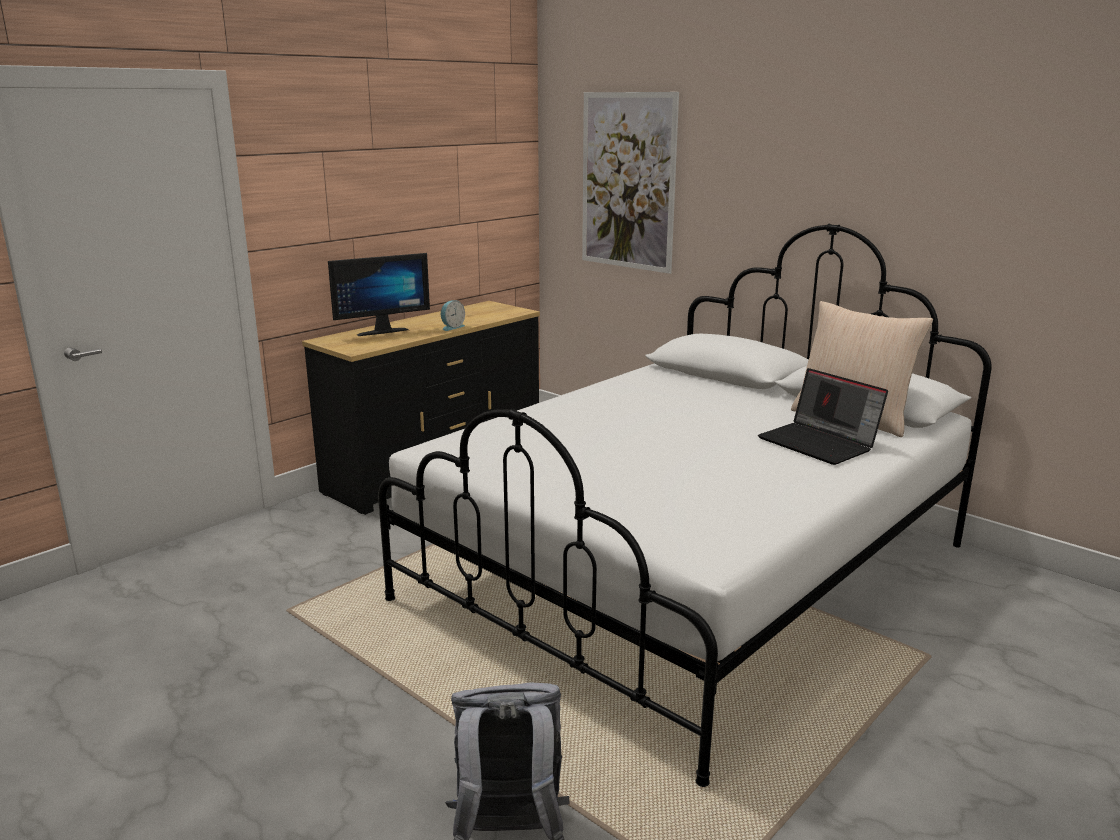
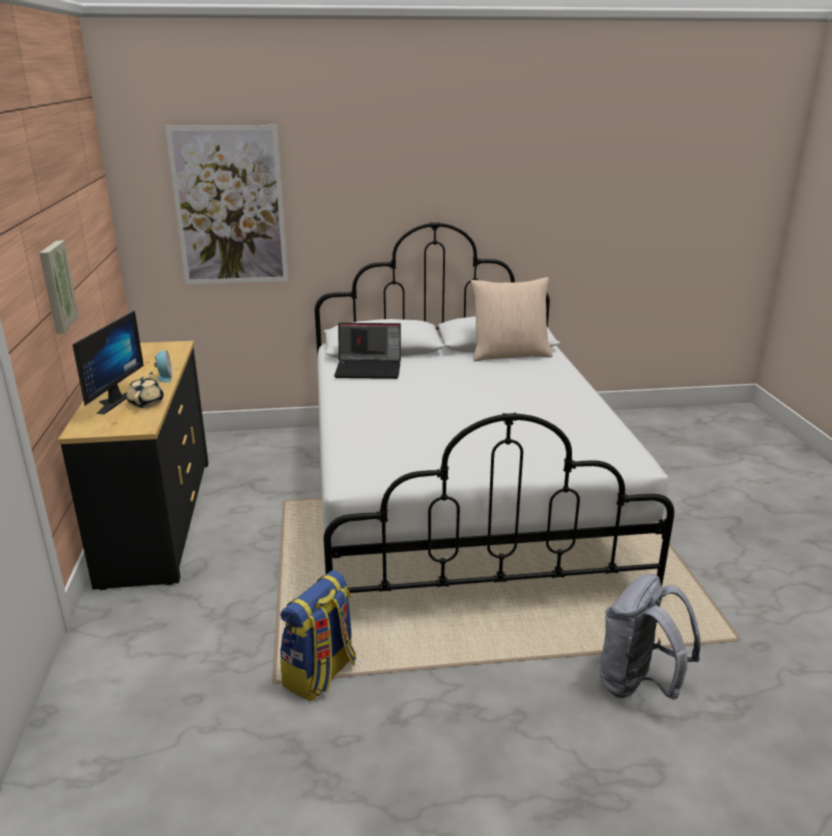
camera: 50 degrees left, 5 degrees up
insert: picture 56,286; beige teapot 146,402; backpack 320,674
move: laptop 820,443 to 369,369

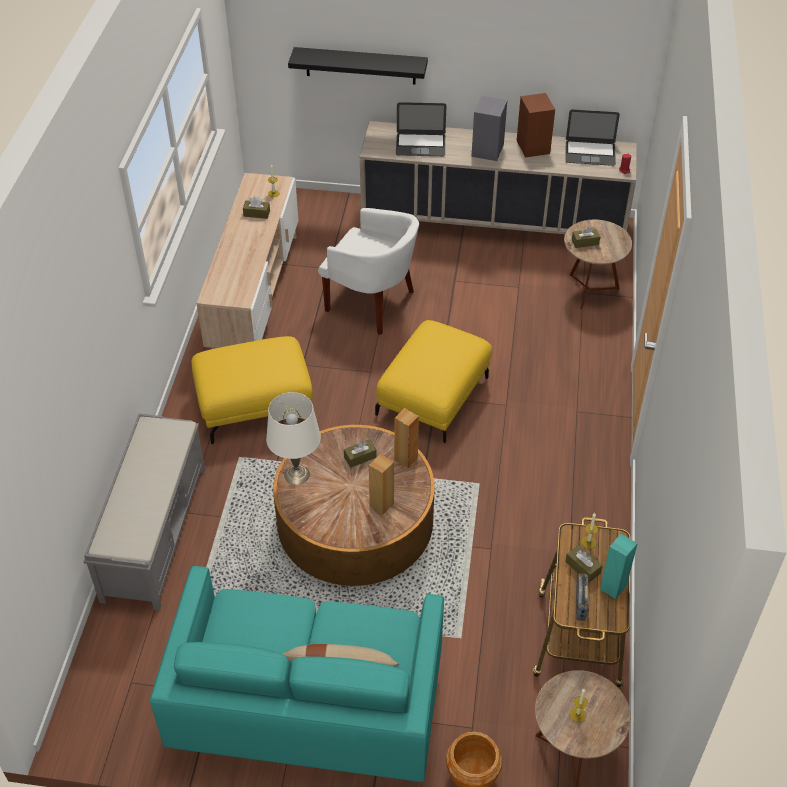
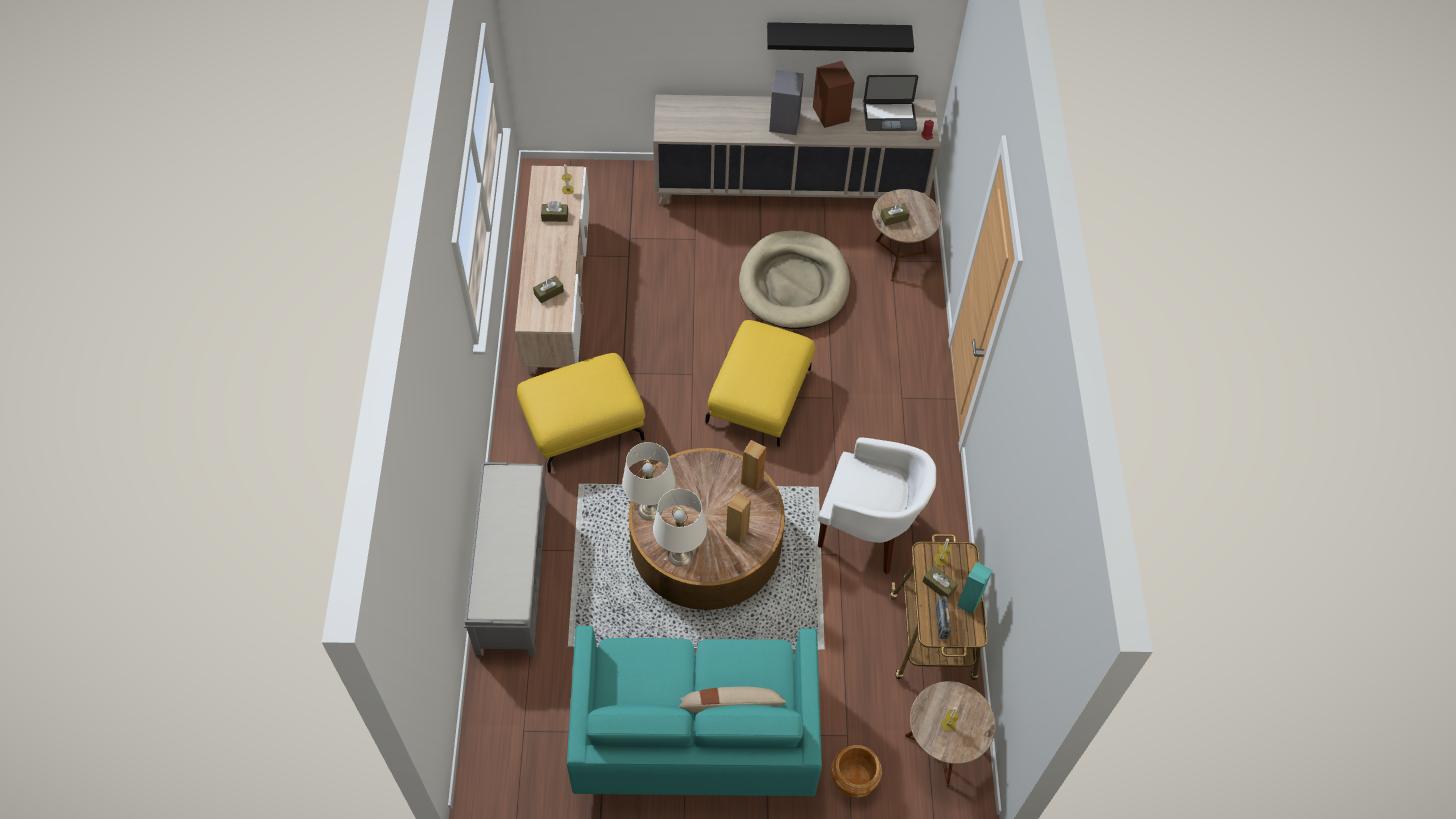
camera: 10 degrees left, 10 degrees up
delete: laptop 420,145
insert: beige dog bed 794,283; white table lamp 679,555
move: black shelf 360,65 to 838,36; white armchair 372,304 to 869,530; brown tissue box 360,457 to 549,293

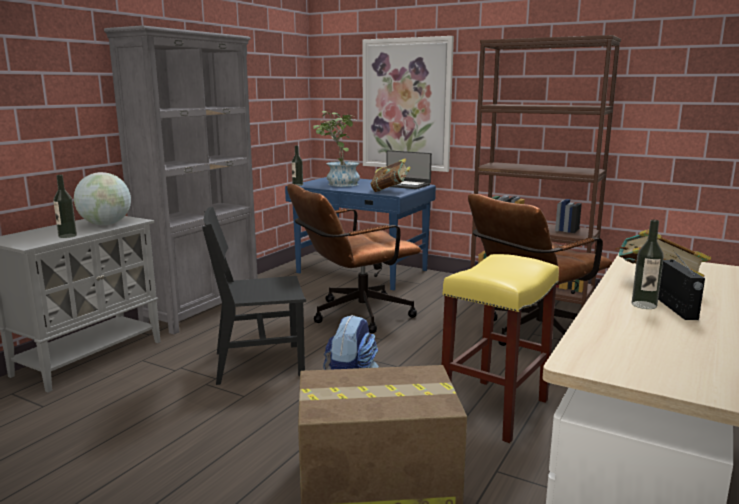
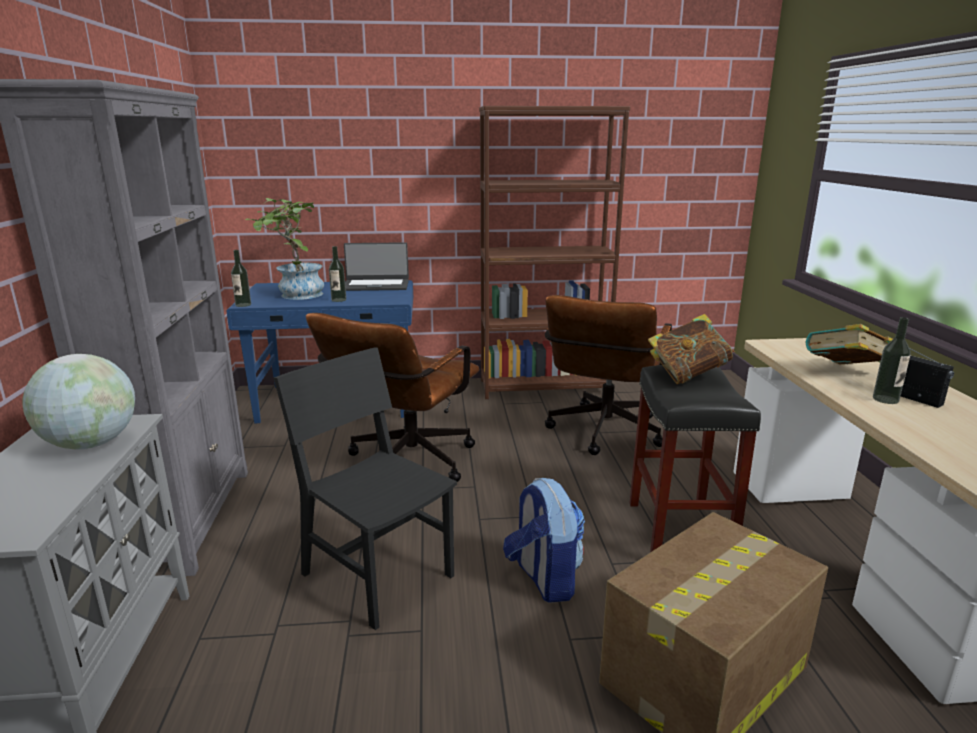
camera: 35 degrees left, 5 degrees up
delete: picture 406,104
move: book 390,191 to 688,375; bottle 67,236 to 338,300
recolor: yellow stool 494,408 to black stool 677,531
rotate: black chair 258,363 = 378,574 90 degrees clockwise

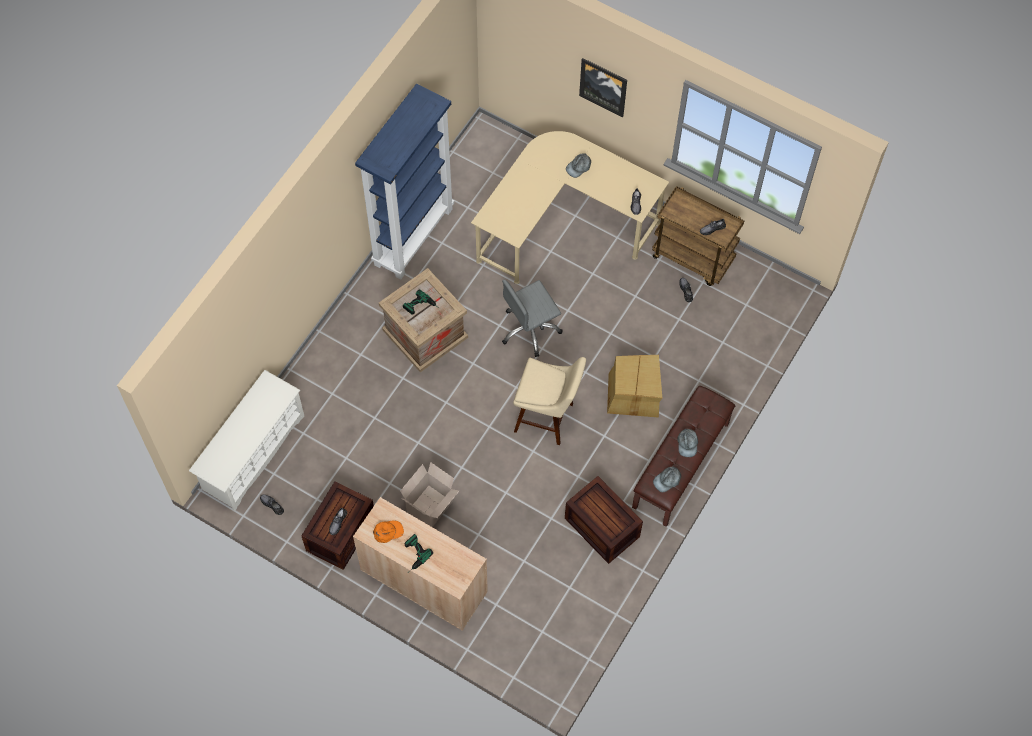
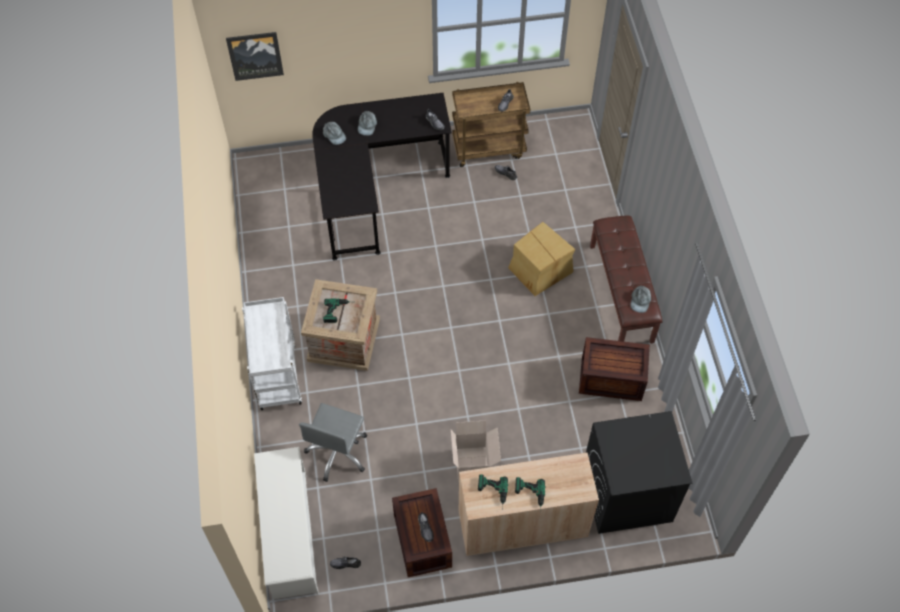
camera: 40 degrees left, 5 degrees down
delete: blue bookcase 413,236; beige stool 548,419
insert: white cart 277,375; black washing machine 626,494
move: picture 603,86 to 255,55; grey office chair 530,329 to 338,452; grey cap 687,443 to 334,135
replace: orange cap 388,532 to power drill 492,493
recolor: beige desk 563,224 to black desk 373,189

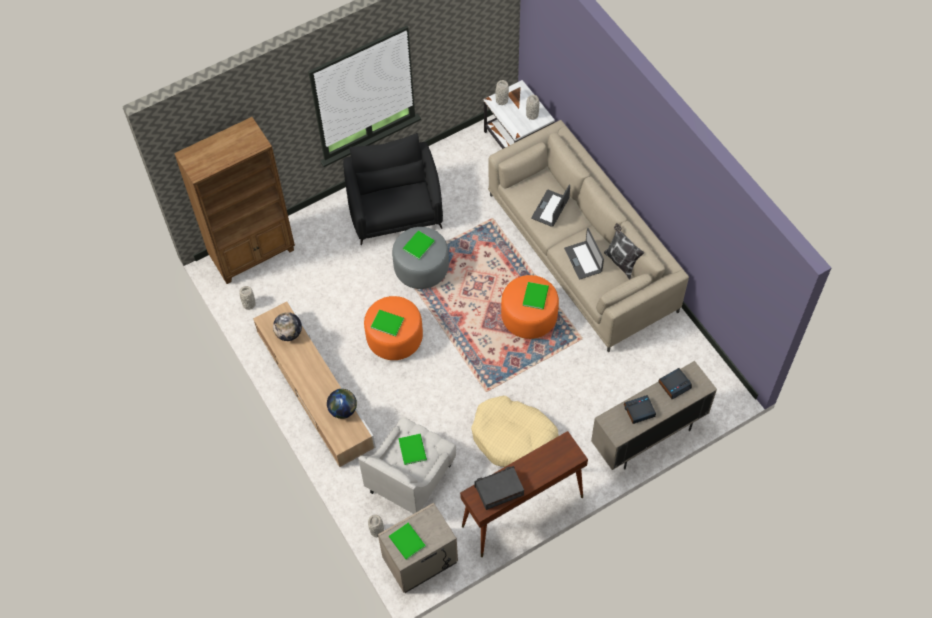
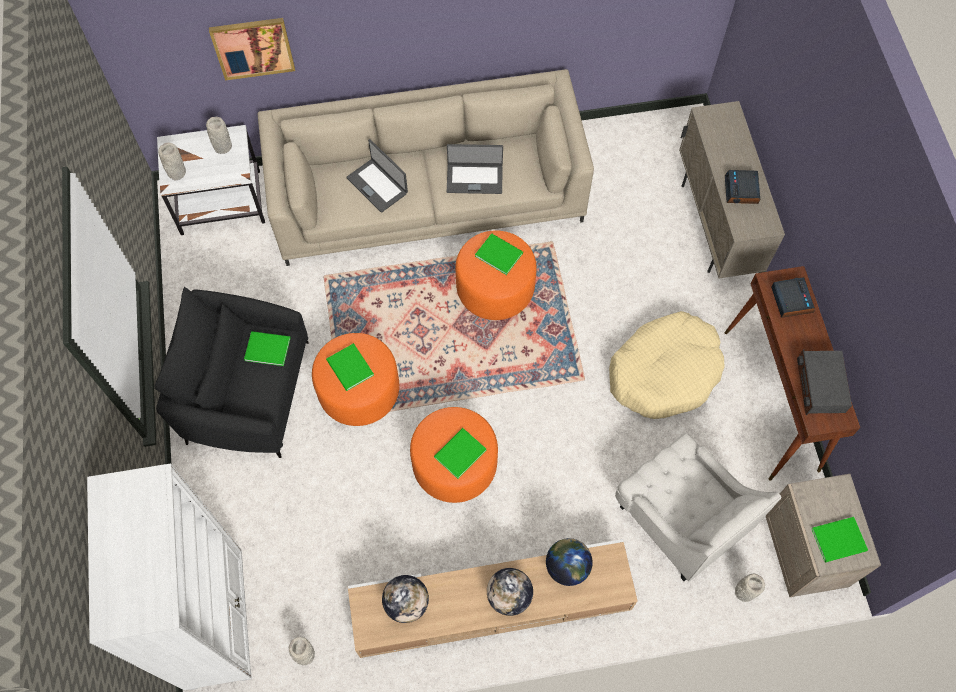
camera: 70 degrees left, 5 degrees up
delete: pillow 621,262
insert: picture 253,47; globe 509,596
move: alarm clock 674,384 to 791,299; green book 413,448 to 266,348
recolor: brown bookcase 253,254 to white bookcase 217,619; grey ottoman 421,268 to orange ottoman 359,391

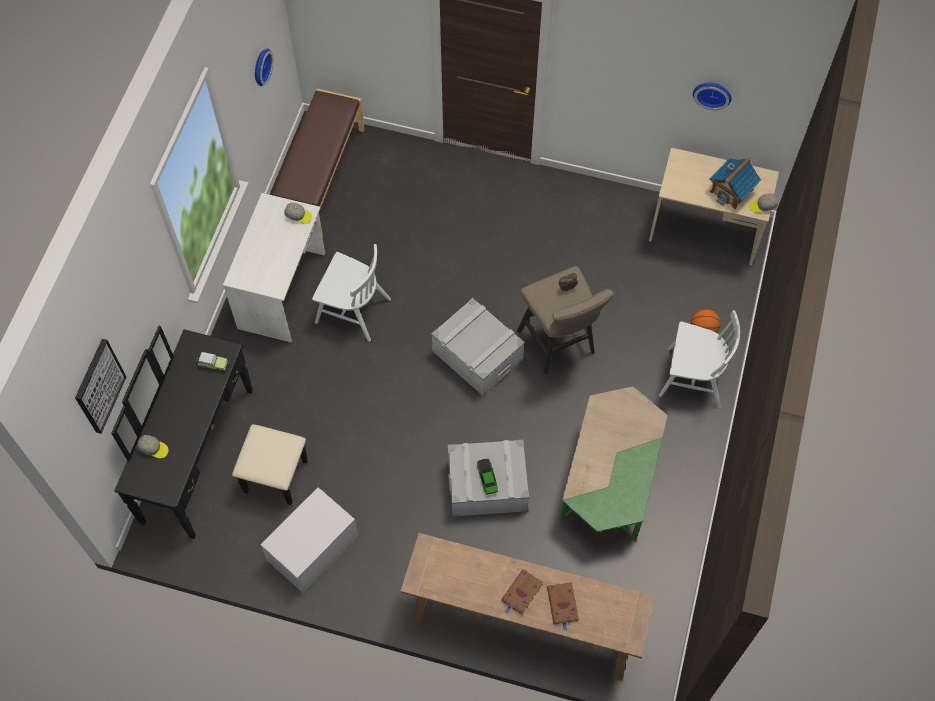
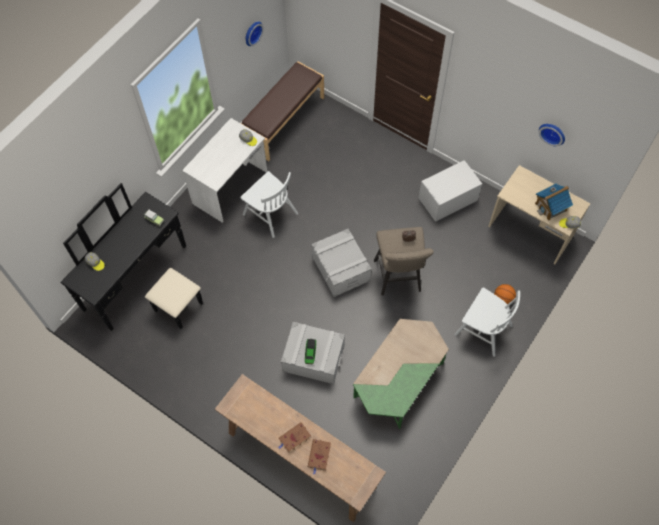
camera: 20 degrees right, 0 degrees up
delete: picture 99,386
move: white storage box 313,548 to 447,199

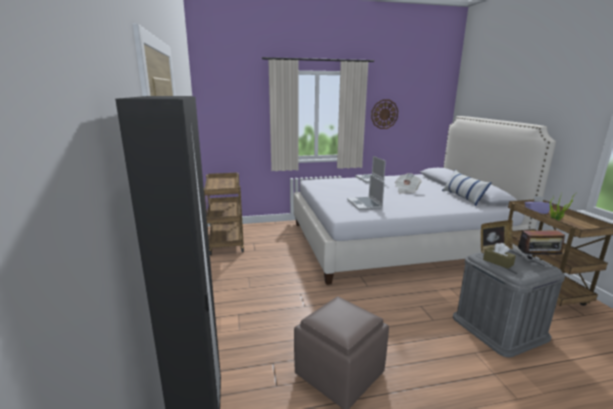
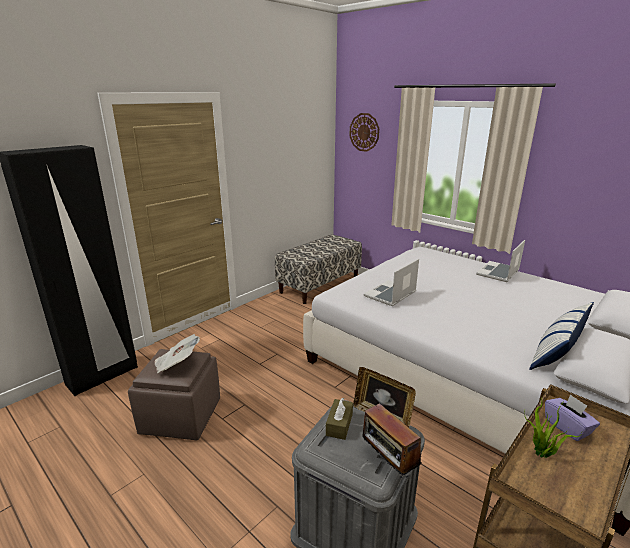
camera: 55 degrees right, 5 degrees up
move: wall clock 384,114 to 364,132; newspaper 406,190 to 177,364
replace: brown cart 225,241 to bench 319,285

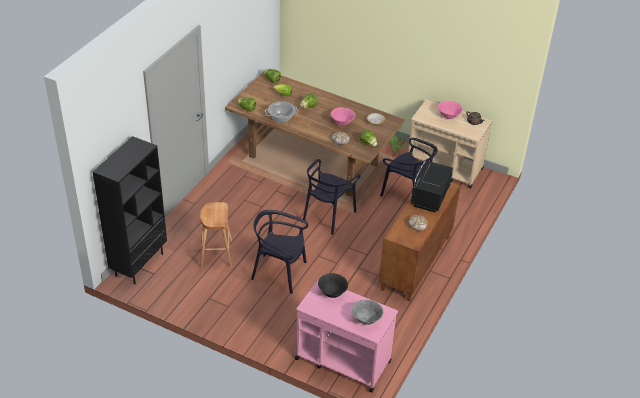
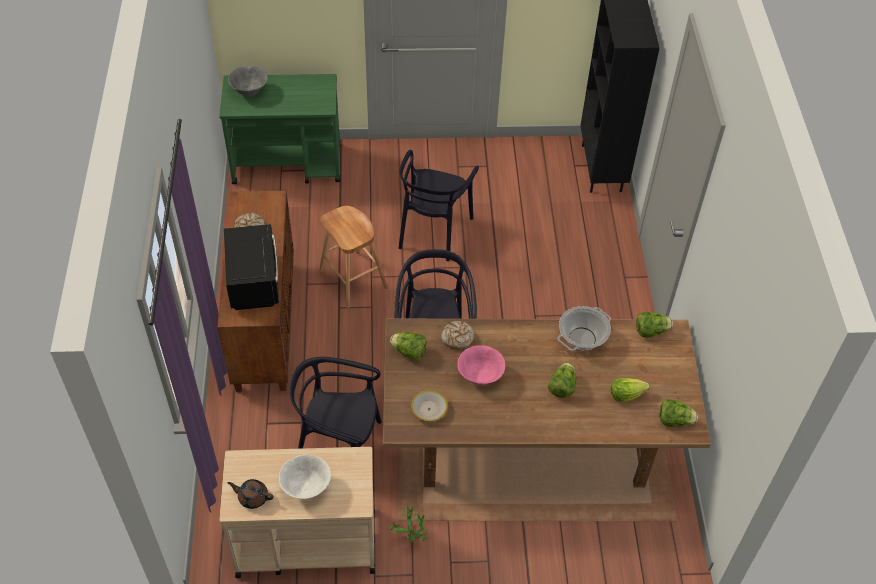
camera: 150 degrees right, 10 degrees up
delete: black bowl 332,293
move: brown stool 216,254 to 352,279
recolor: pink bowl 449,116 to white bowl 306,488; pink cart 342,360 to green cart 288,164
rotate: black chair 279,272 = 433,231 120 degrees clockwise

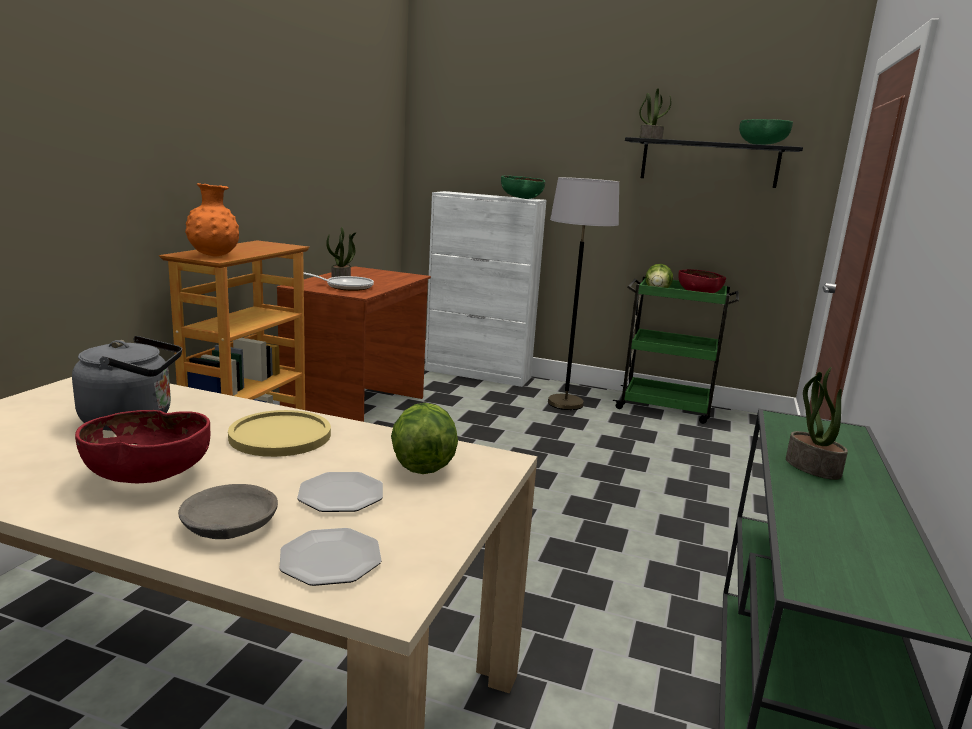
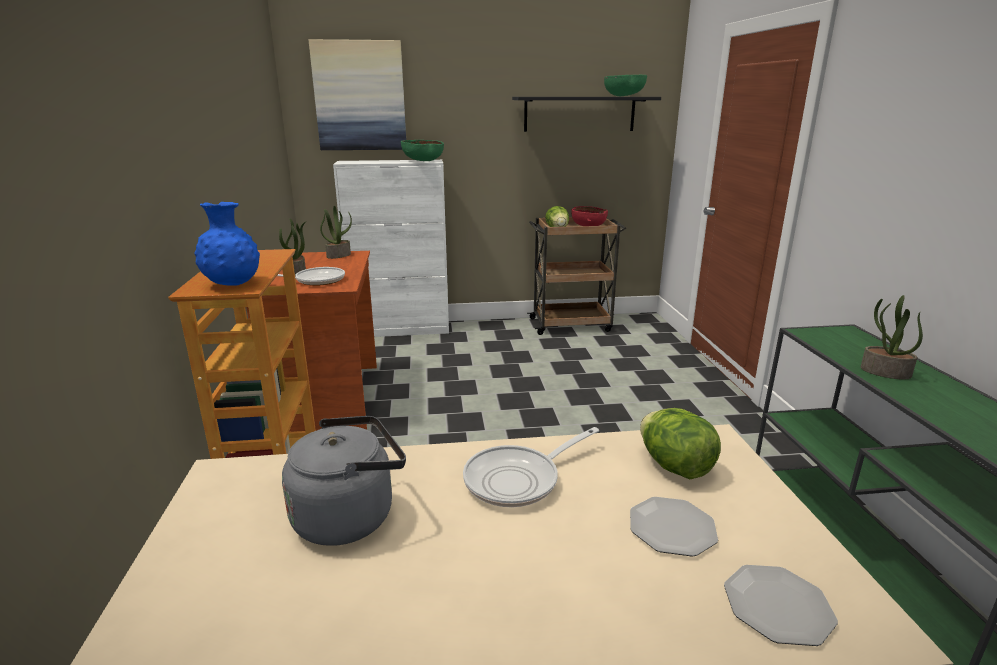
camera: 25 degrees left, 5 degrees up
delete: grey floor lamp 565,403; red bowl 148,476; grey bowl 228,525
insert: picture 360,96
move: potted plant 650,139 to 338,255
replace: yellow plate 280,435 to frying pan 518,480
recolor: orange vase 214,256 to blue vase 232,284; green cart 666,408 to brown cart 571,324

